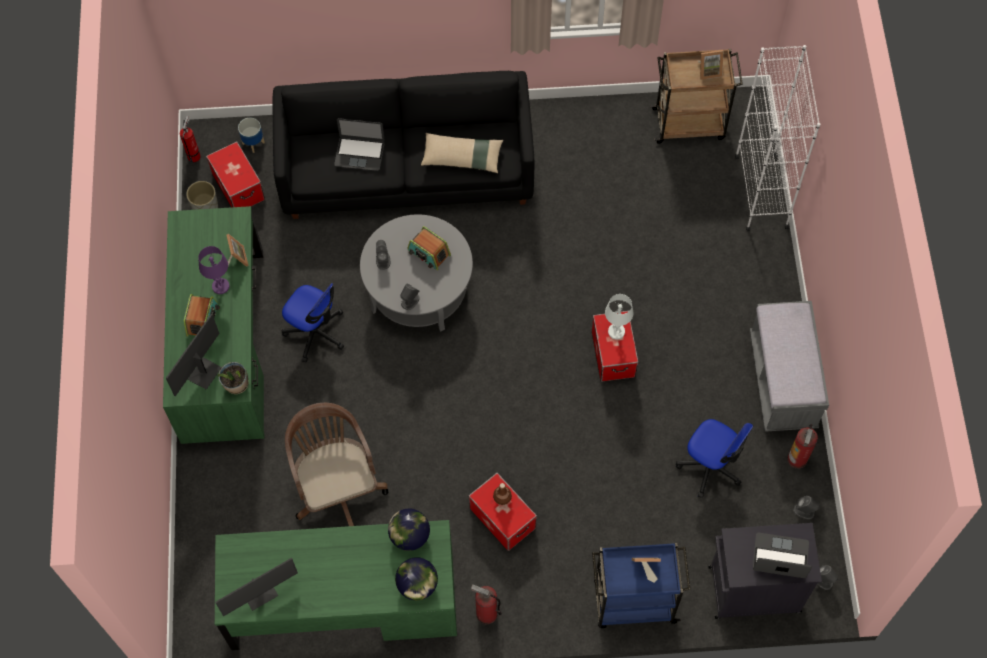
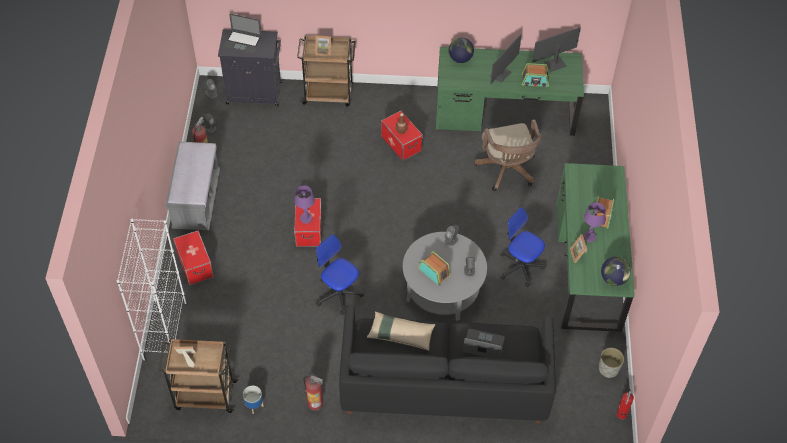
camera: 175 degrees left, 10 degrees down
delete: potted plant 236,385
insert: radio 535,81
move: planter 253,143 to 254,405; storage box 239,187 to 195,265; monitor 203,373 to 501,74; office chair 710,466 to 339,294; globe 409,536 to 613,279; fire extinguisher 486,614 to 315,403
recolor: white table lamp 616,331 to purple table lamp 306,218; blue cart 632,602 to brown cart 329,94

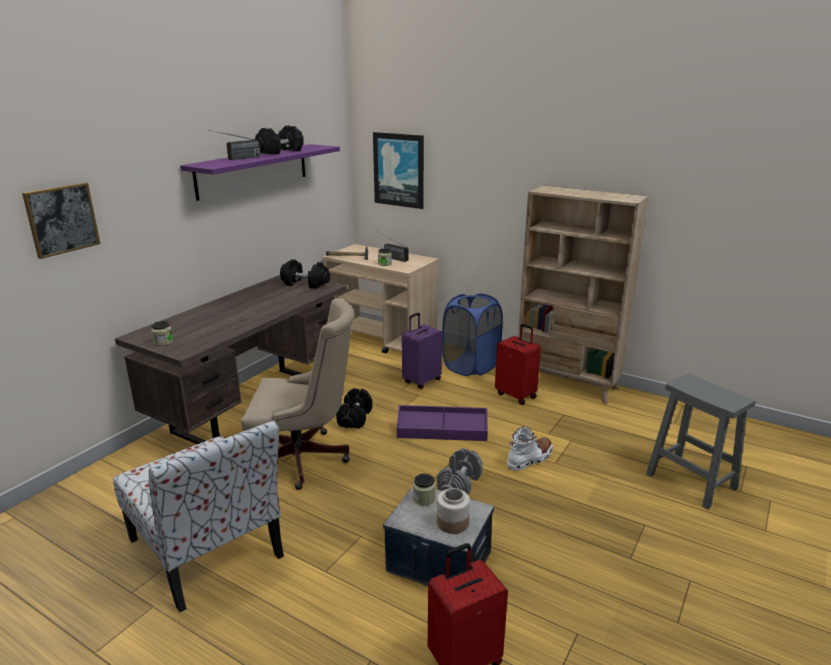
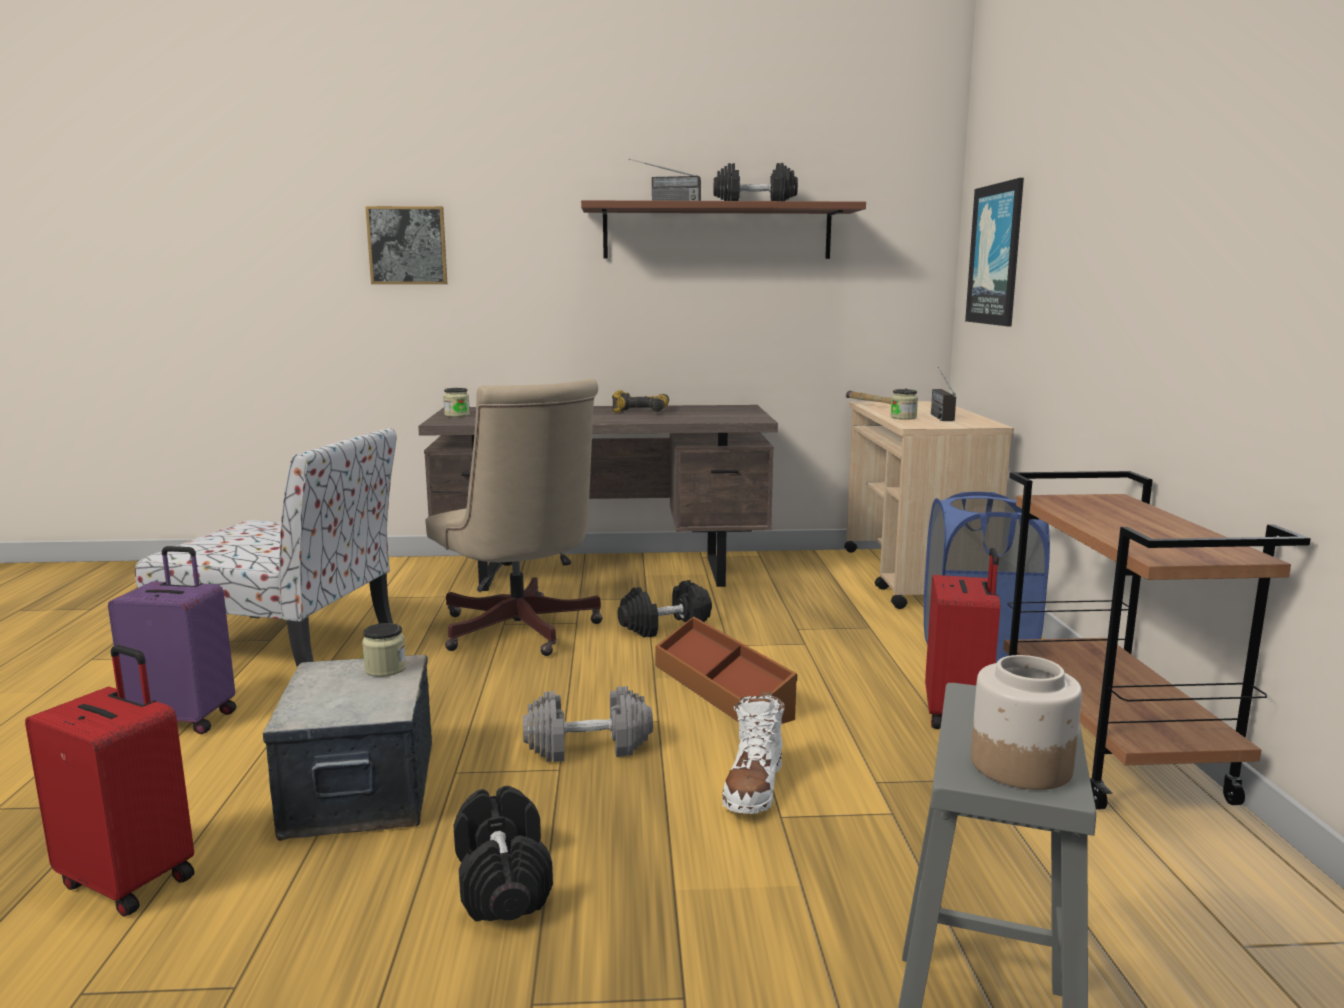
camera: 55 degrees right, 10 degrees down
insert: power drill 642,410
move: black dumbbell 305,284 to 503,881; purple suitcase 421,381 to 186,719; jar 452,523 to 1019,765
replace: beige bookcase 567,384 to brown cart 1111,752
recolor: purple shelf 253,170 to brown shelf 717,232; purple storage box 442,432 to brown storage box 722,690
rotate: chair 207,550 = 286,647 90 degrees counterclockwise; white boot 530,459 = 753,787 90 degrees clockwise

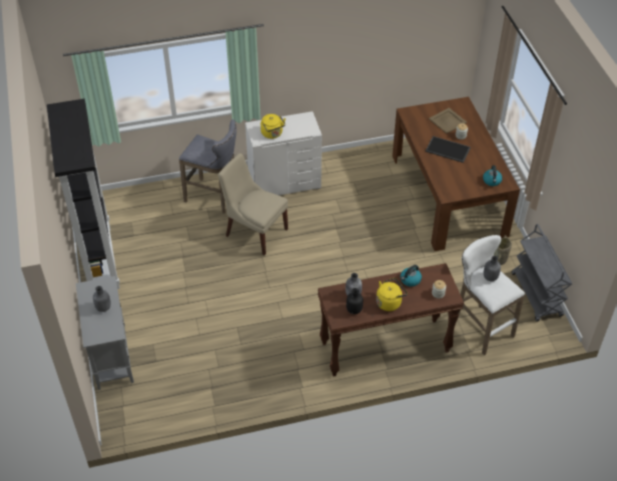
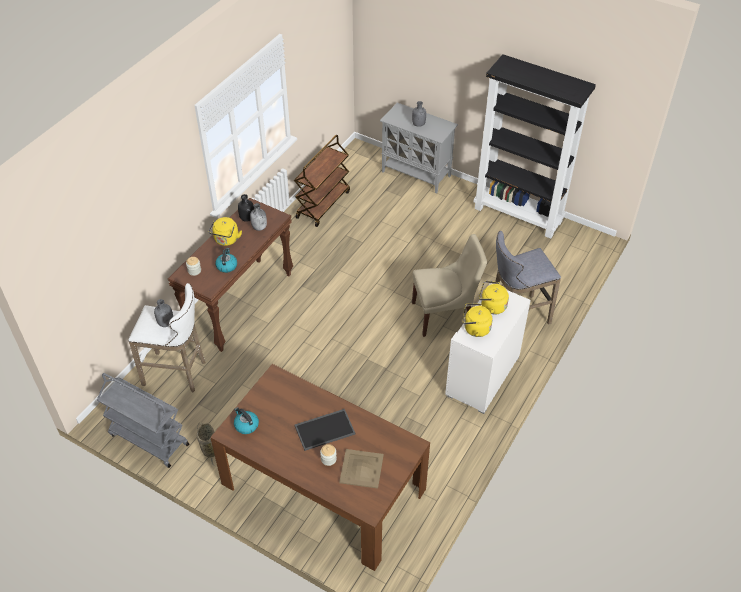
camera: 135 degrees right, 0 degrees up
insert: brown cart 323,204; yellow kettle 475,329

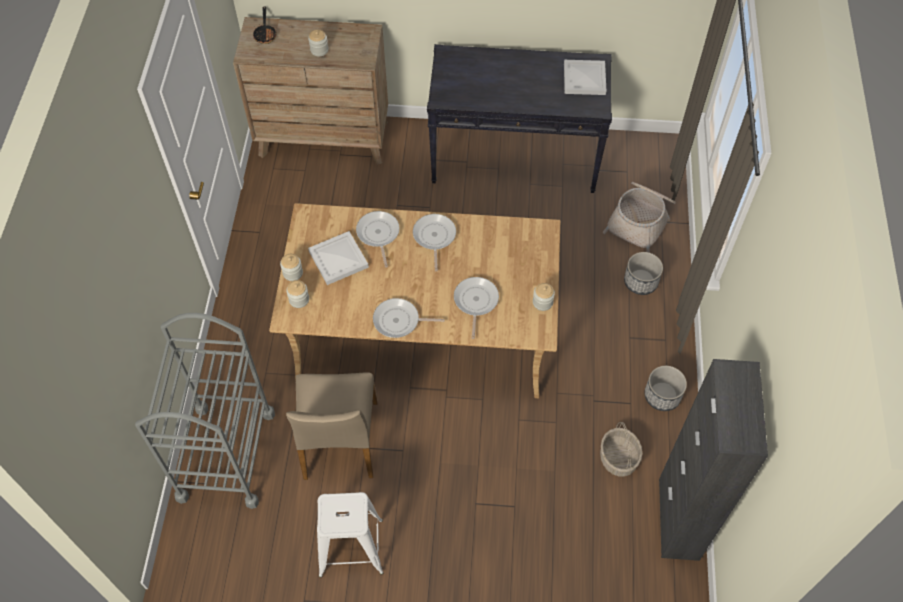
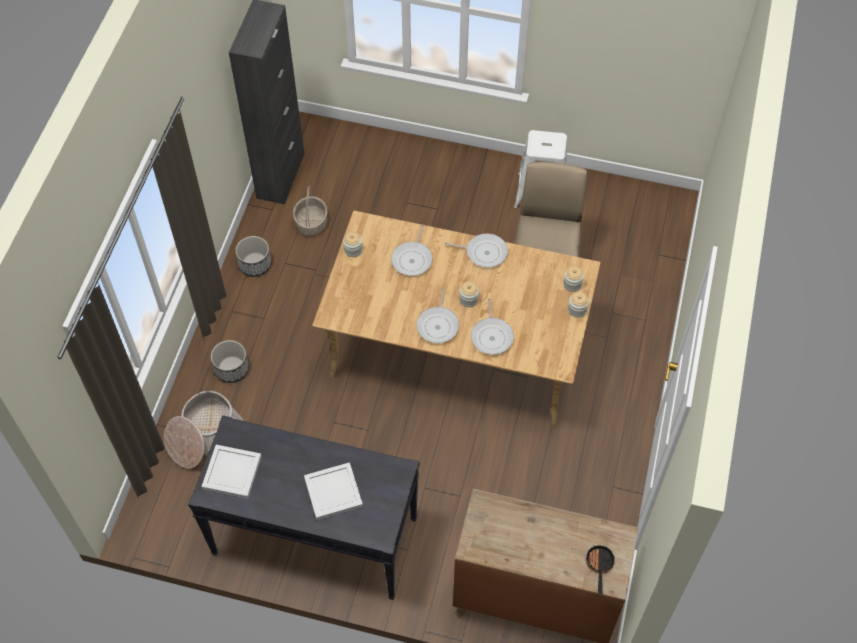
camera: 170 degrees left, 0 degrees up
delete: grey cart 226,455
move: jar 319,50 to 468,299; white tray 339,259 to 332,492

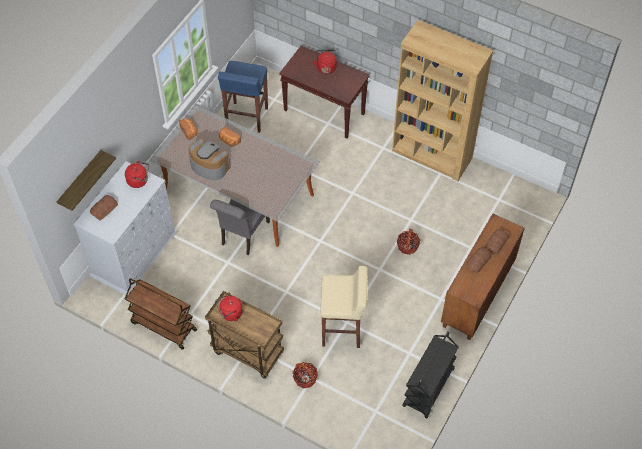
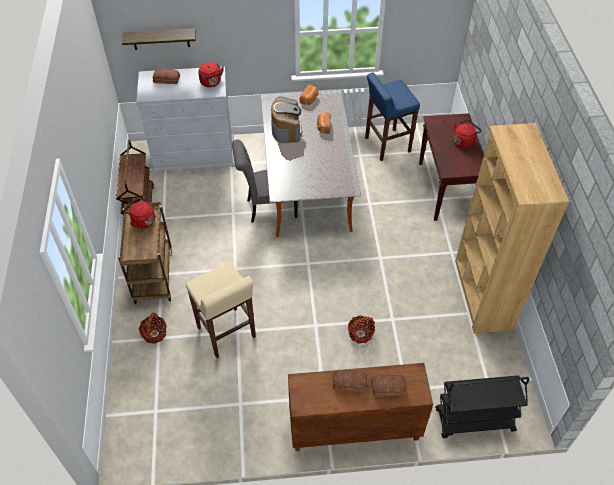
camera: 55 degrees right, 5 degrees down
move: black cart 428,388 to 474,421

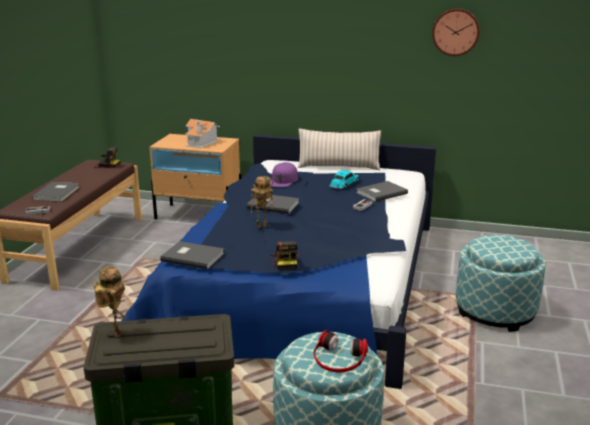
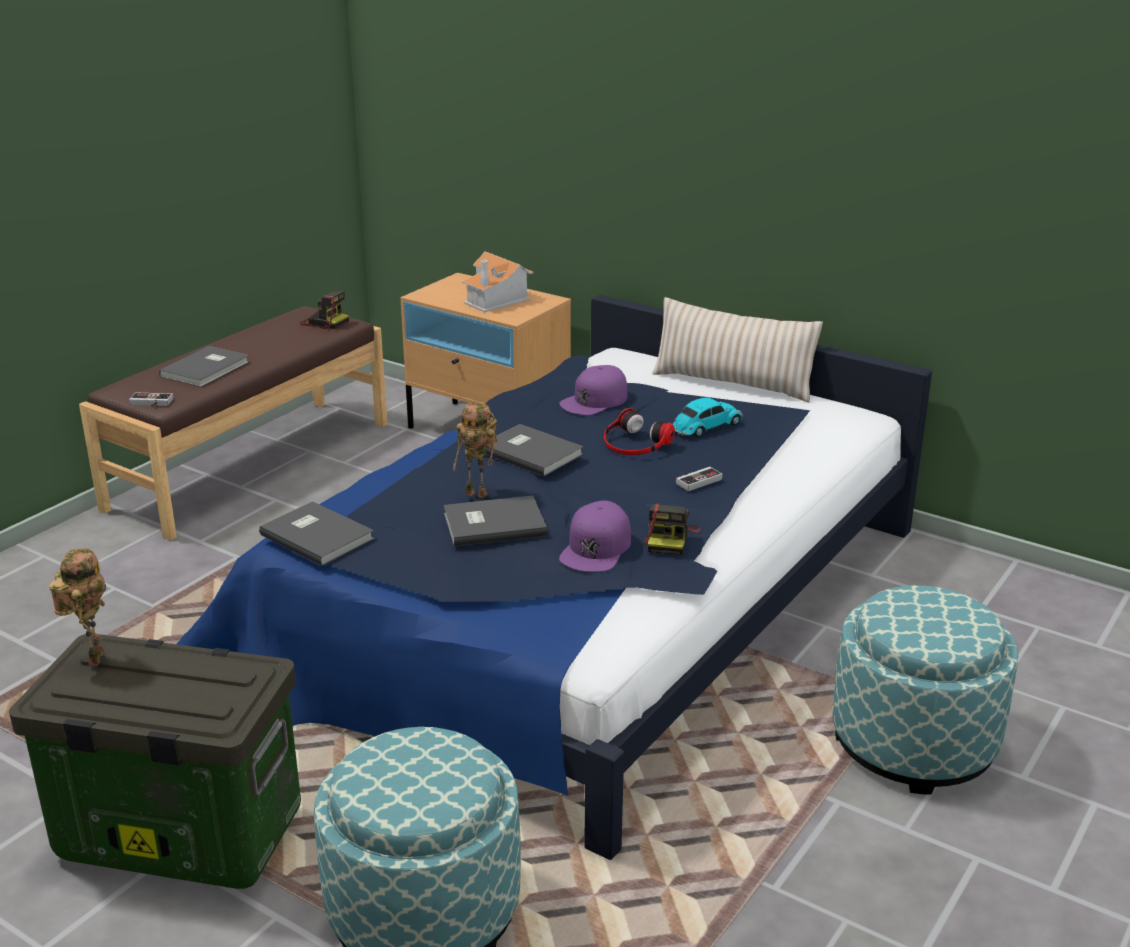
camera: 20 degrees right, 5 degrees up
delete: wall clock 455,32
insert: purple cap 596,548
move: grey book 380,193 to 492,523; photo camera 285,261 to 670,539; headphones 338,358 to 634,442

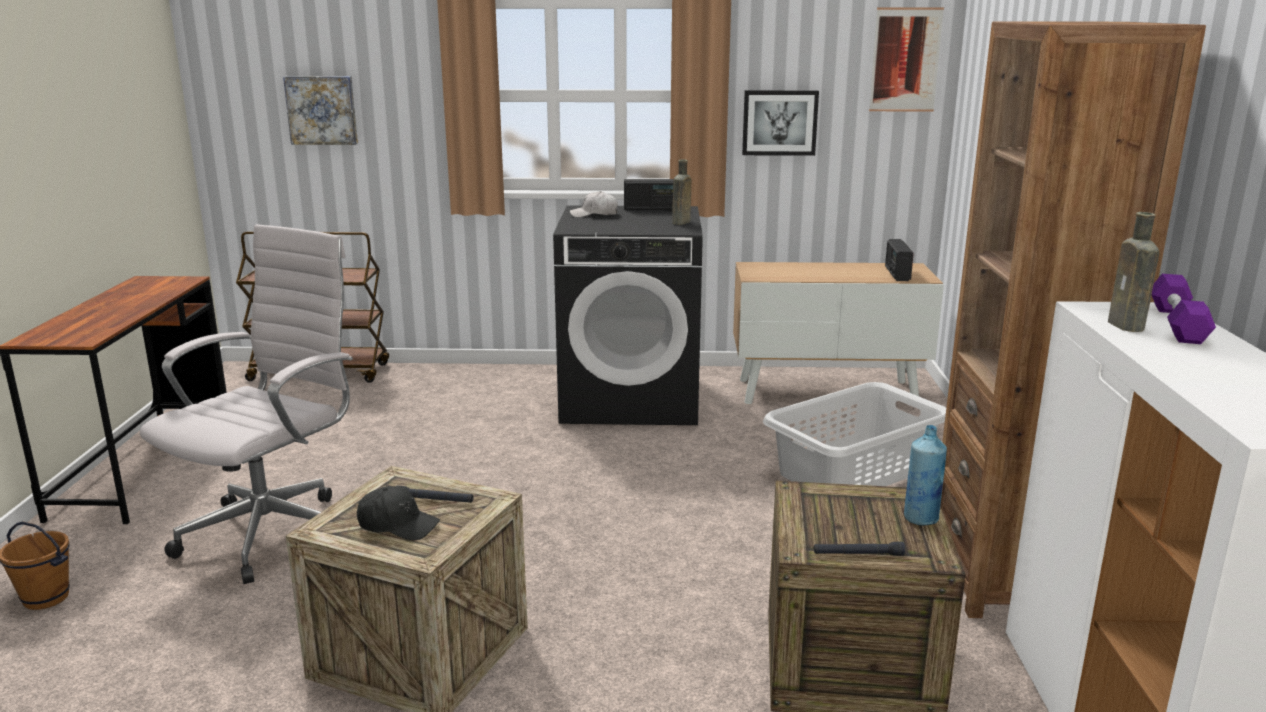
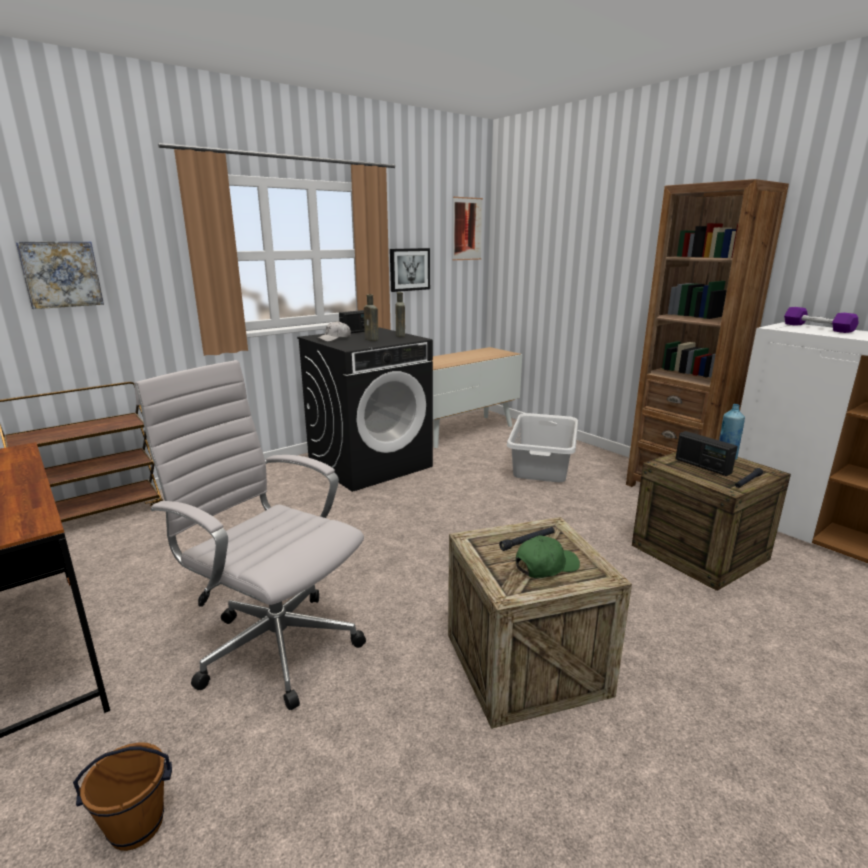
camera: 40 degrees left, 0 degrees up
move: brown bottle 1127,326 to 372,339; radio 897,273 to 702,466
recolor: black cap 398,525 to green cap 546,566
rotate: white office chair 274,532 = 274,644 45 degrees counterclockwise

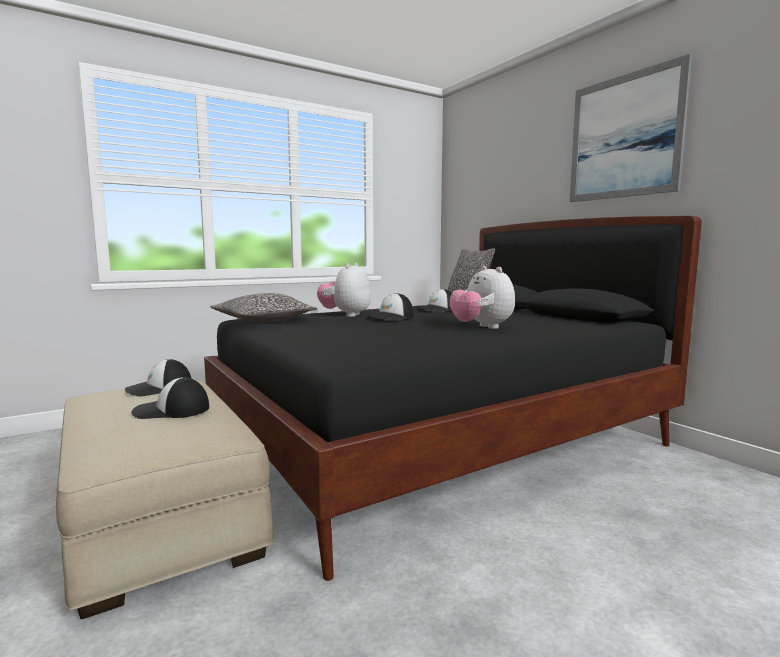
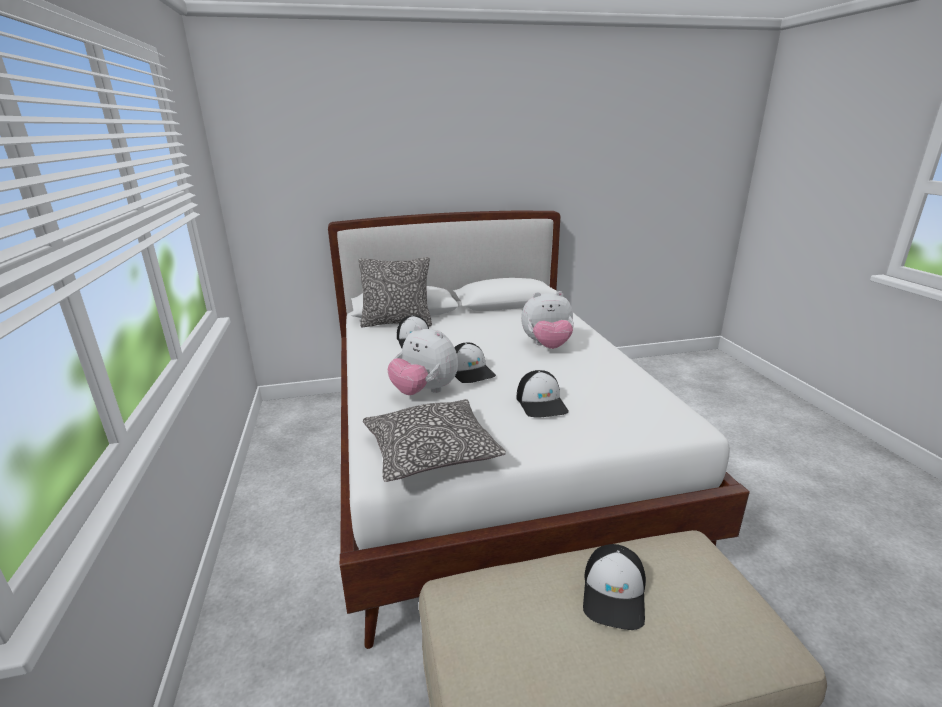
camera: 70 degrees left, 15 degrees up
delete: picture 624,137
move: cap 159,388 to 542,403
recolor: black bed 438,441 to white bed 488,460

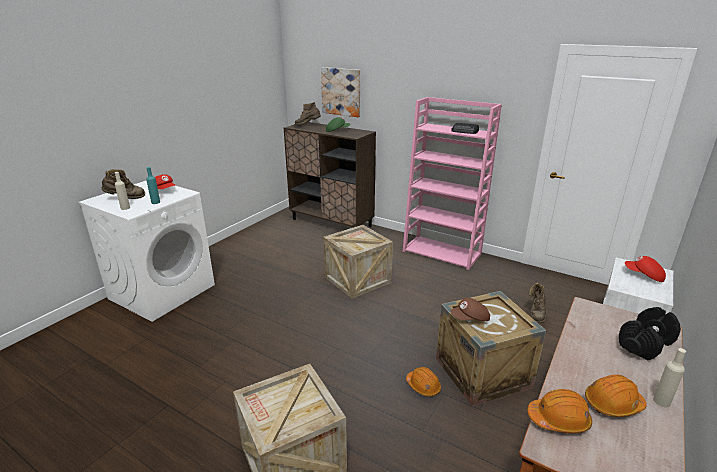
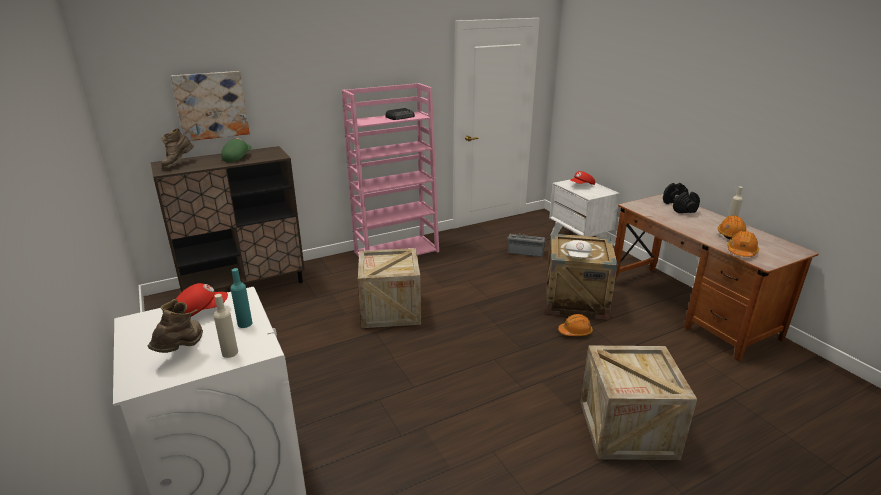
camera: 60 degrees left, 0 degrees up
replace: brown boot 536,314 to radio 525,252
recolor: brown cap 470,319 to white cap 578,257

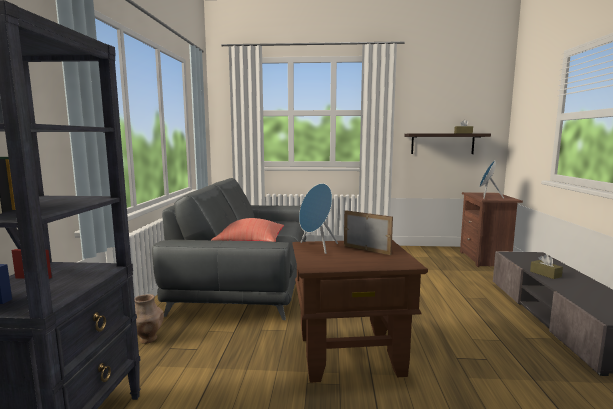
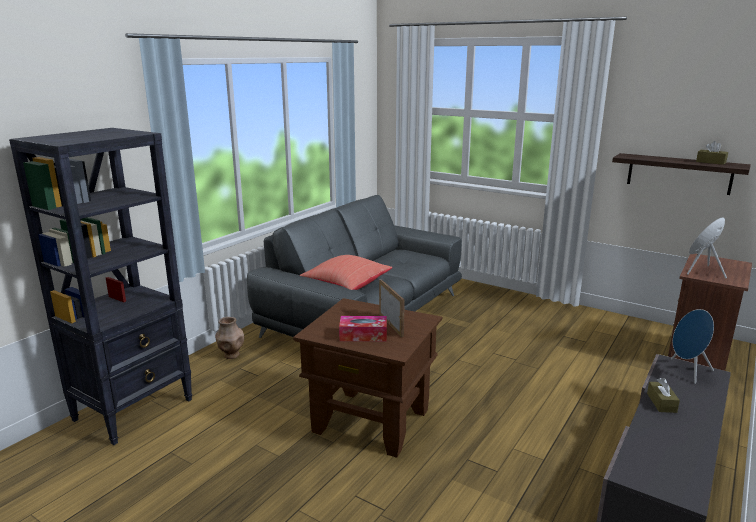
camera: 30 degrees right, 10 degrees up
insert: tissue box 363,335
move: blue speaker 317,247 to 687,371

